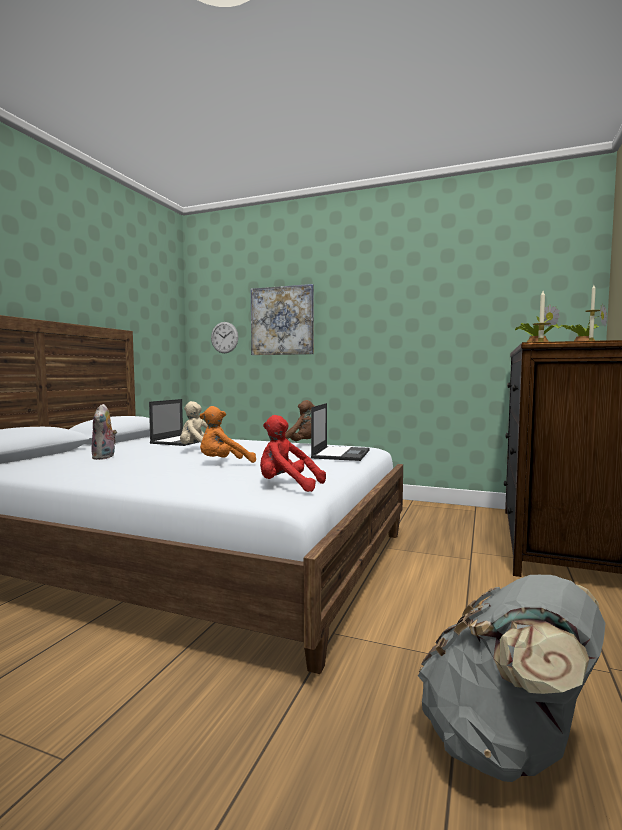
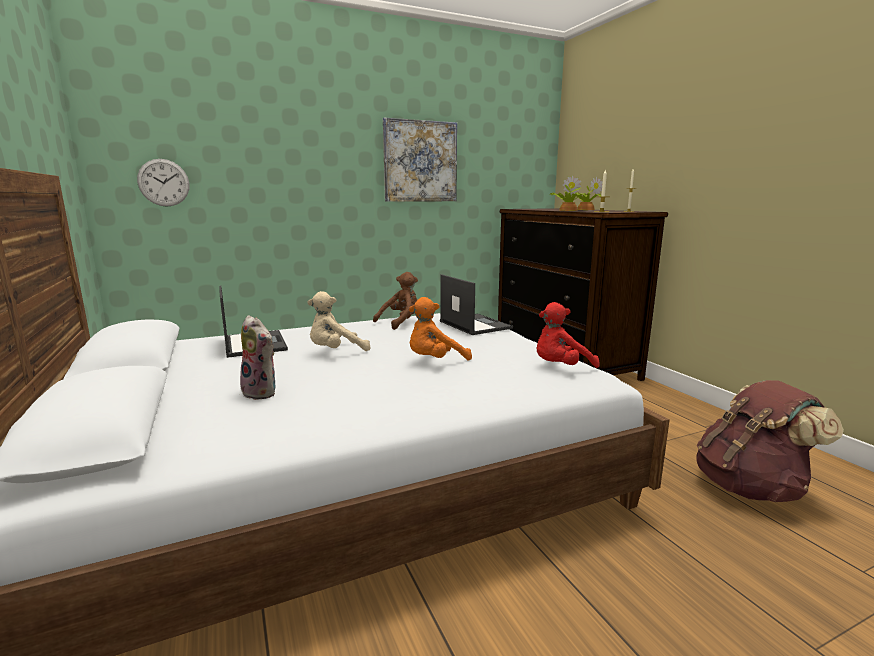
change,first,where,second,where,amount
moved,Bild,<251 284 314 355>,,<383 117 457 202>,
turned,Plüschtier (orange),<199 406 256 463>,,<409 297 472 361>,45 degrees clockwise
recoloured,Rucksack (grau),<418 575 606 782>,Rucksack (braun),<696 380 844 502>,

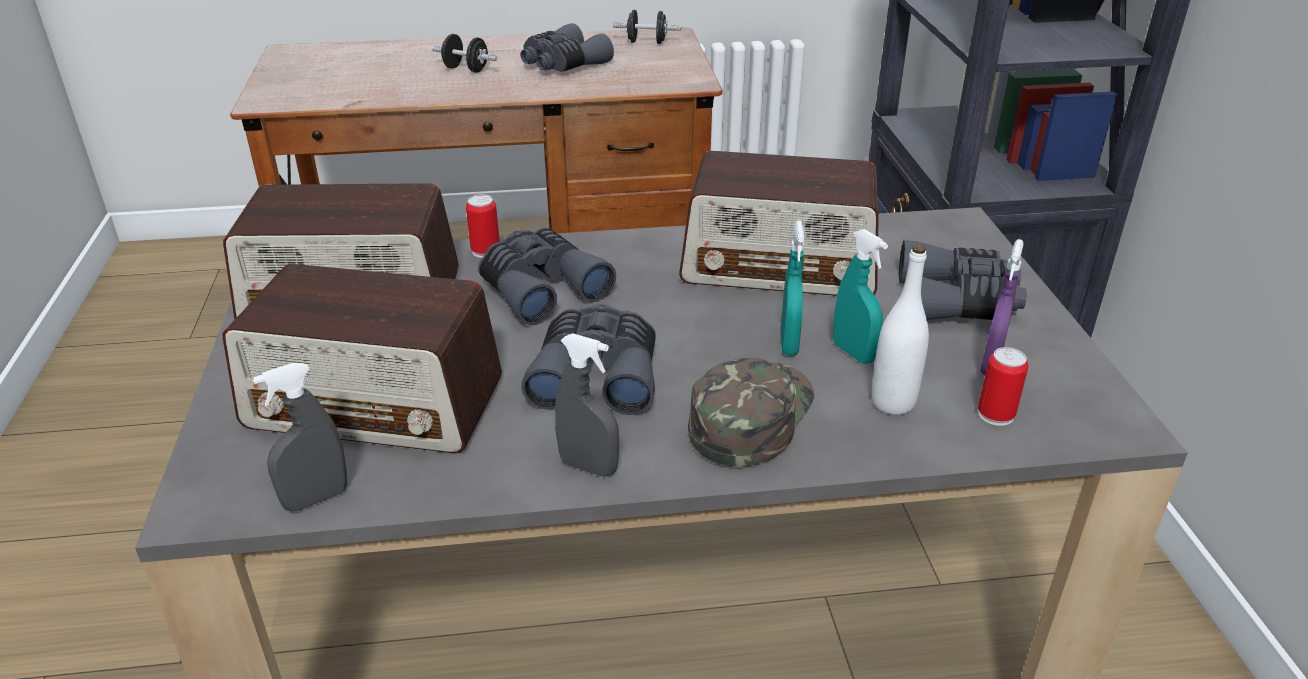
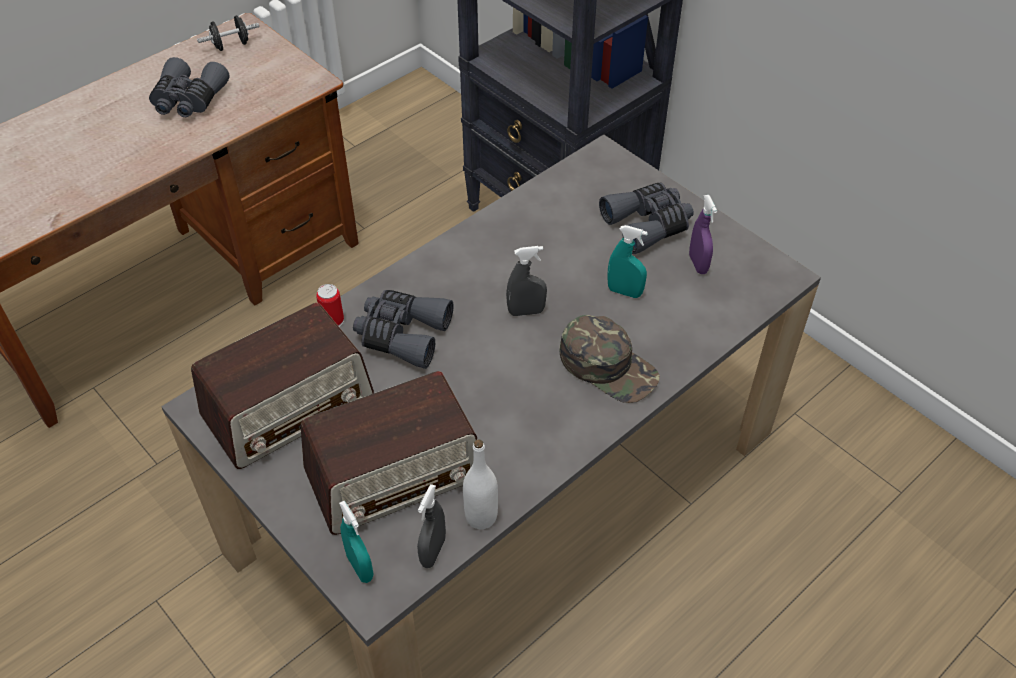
change,first,where,second,where,amount
removed,Hantel (schwarz),<432 34 497 73>,,,
removed,Radio,<679 151 879 296>,,,
moved,Sprühflasche (türkis),<780 221 805 356>,,<339 500 374 583>,
moved,Flasche (weiß),<872 244 929 415>,,<463 439 498 529>,
removed,Fernglas (grau),<521 304 656 415>,,,
moved,Sprühflasche (grau),<555 333 619 477>,,<506 246 547 316>,
removed,Dose,<978 347 1028 426>,,,
turned,Kappe (grün),<688 358 814 467>,,<560 315 660 403>,135 degrees clockwise

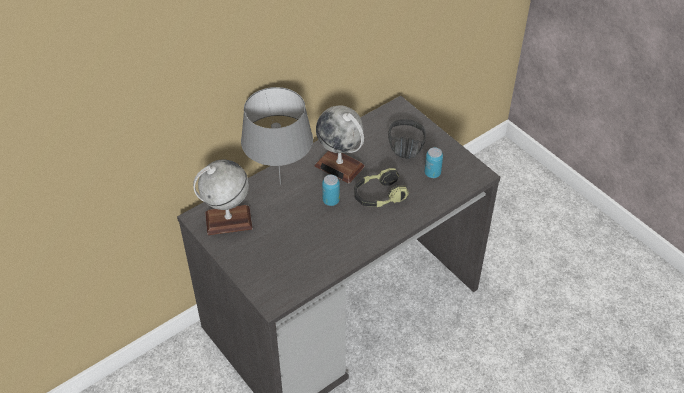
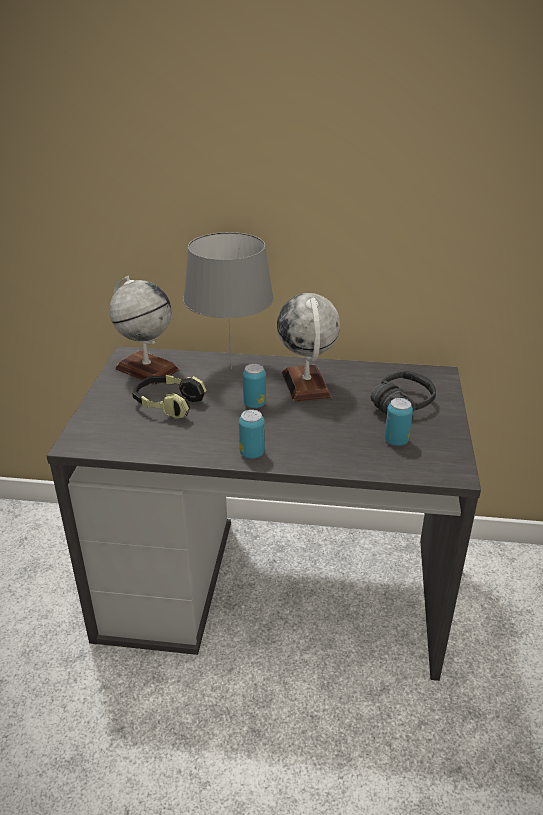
change,first,where,second,where,amount
moved,Kopfhörer,<354 168 409 207>,,<132 375 207 419>,
added,,,Dose,<239 410 265 459>,

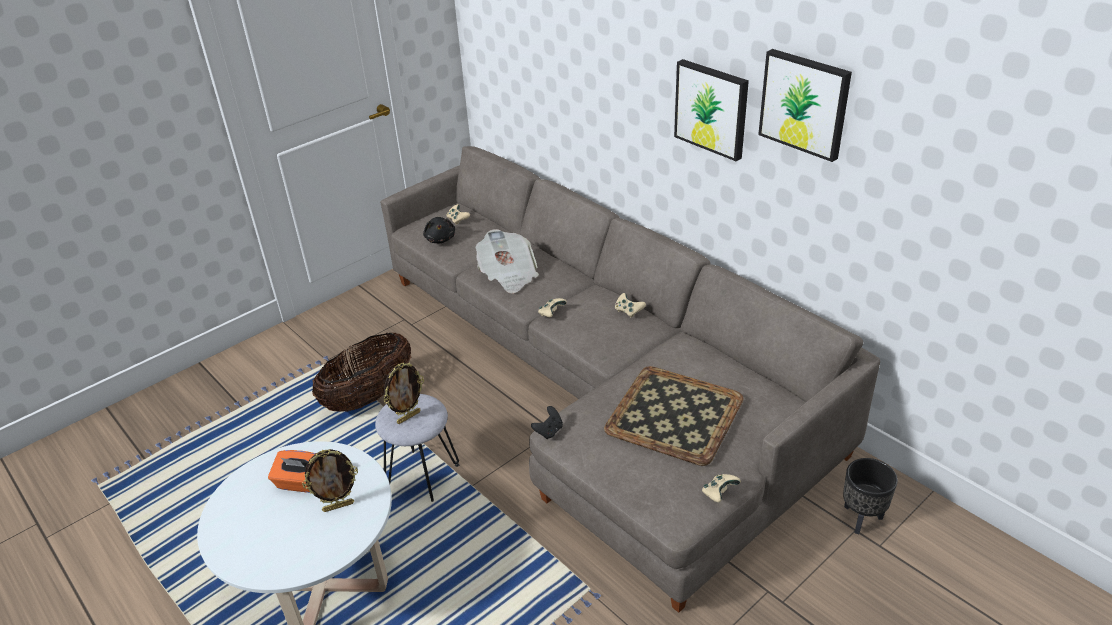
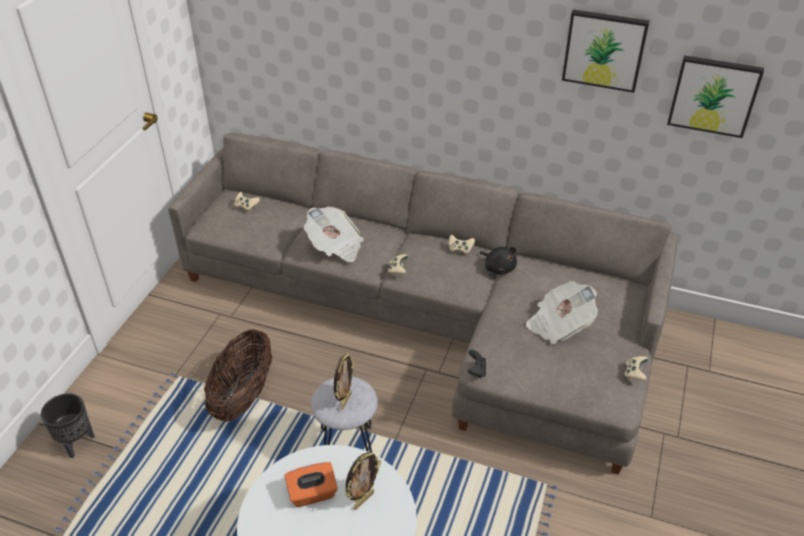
change,first,where,second,where,amount
moved,Bild,<674 59 749 161>,,<667 55 764 138>,
moved,Plüschtier (schwarz),<423 217 455 243>,,<480 247 517 275>,
replaced,Tablett,<604 366 744 466>,Zeitung,<526 281 598 344>,
moved,Pflanzkübel (schwarz),<843 458 898 534>,,<41 393 95 458>,

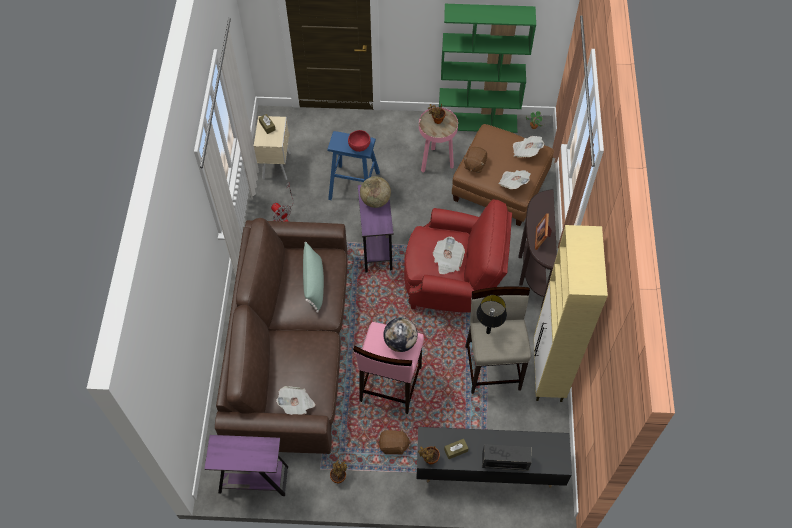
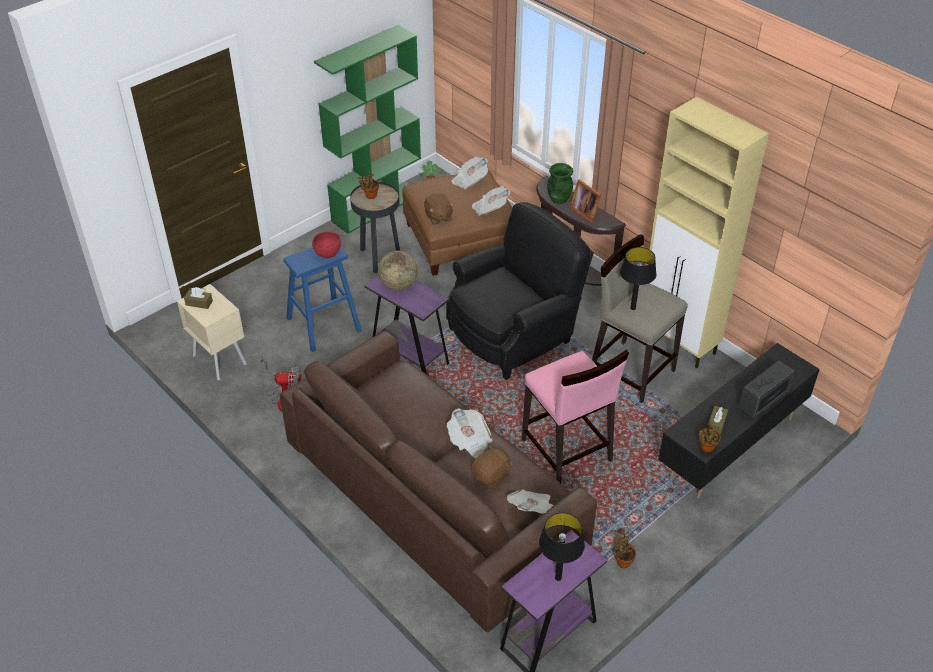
change,first,where,second,where,amount
recoloured,Beistelltisch (rosa),<419 107 458 173>,Beistelltisch (schwarz),<350 182 400 273>,
recoloured,Sessel (rot),<404 199 512 313>,Sessel (schwarz),<446 202 594 380>,
moved,Zeitung,<433 237 465 274>,,<447 408 493 458>,
removed,Kissen (grün),<303 242 324 313>,,,
removed,Globus,<384 318 418 352>,,,
moved,Plüschtier (braun),<378 429 411 454>,,<471 445 512 488>,
added,,,Vase (grün),<547 163 573 204>,
added,,,Tischlampe (schwarz),<539 513 585 581>,

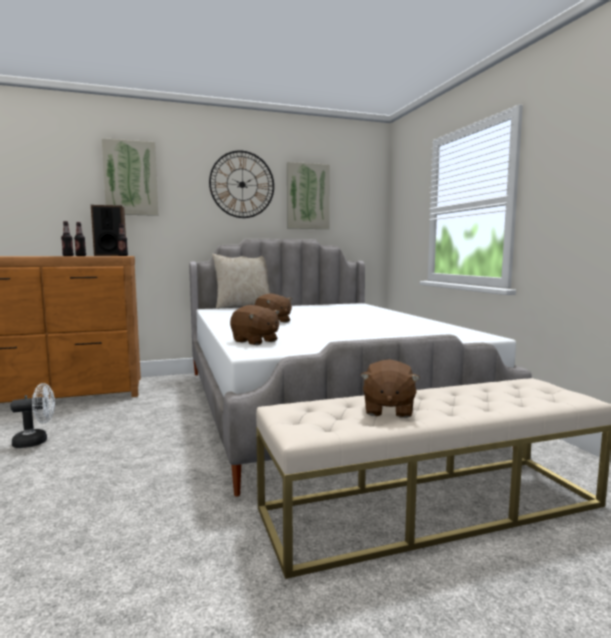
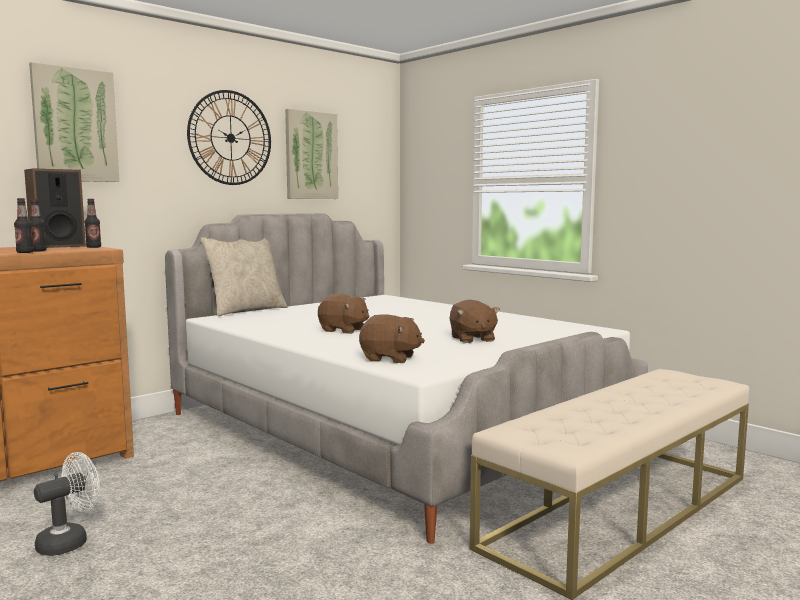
change,first,where,second,where,amount
moved,Plüschtier (braun),<360 359 420 418>,,<449 300 500 343>,

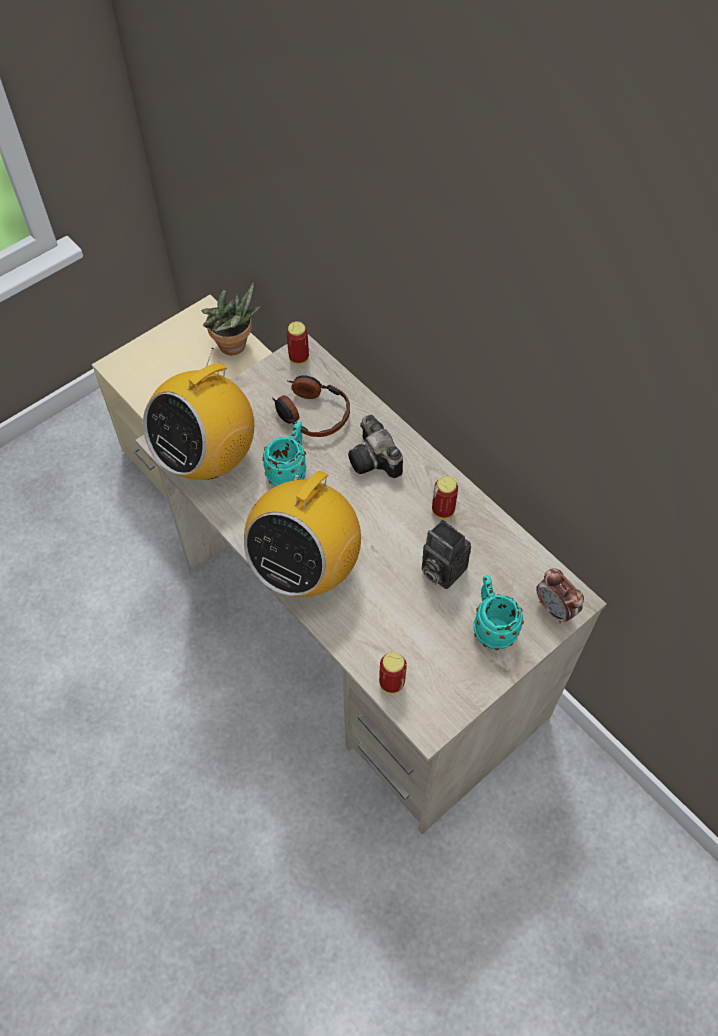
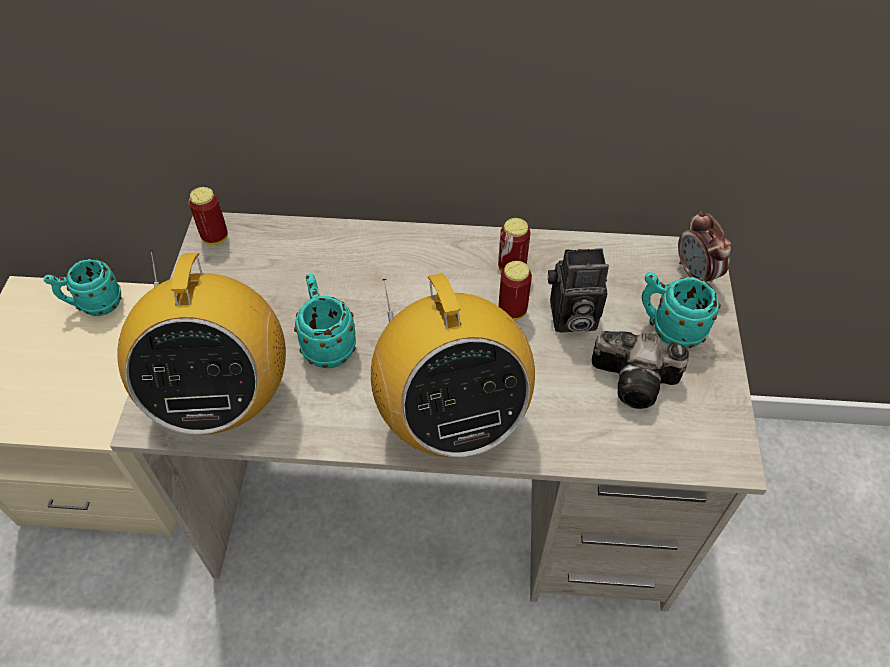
change,first,where,second,where,amount
replaced,Topfpflanze,<202 282 260 355>,Henkelbecher (türkis),<44 259 121 316>,
removed,Kopfhörer,<272 375 350 437>,,,
moved,Kamera,<348 414 403 478>,,<592 331 689 409>,
turned,Wecker,<536 569 584 623>,,<678 211 732 282>,60 degrees clockwise
moved,Dose,<379 652 407 694>,,<498 261 532 320>,

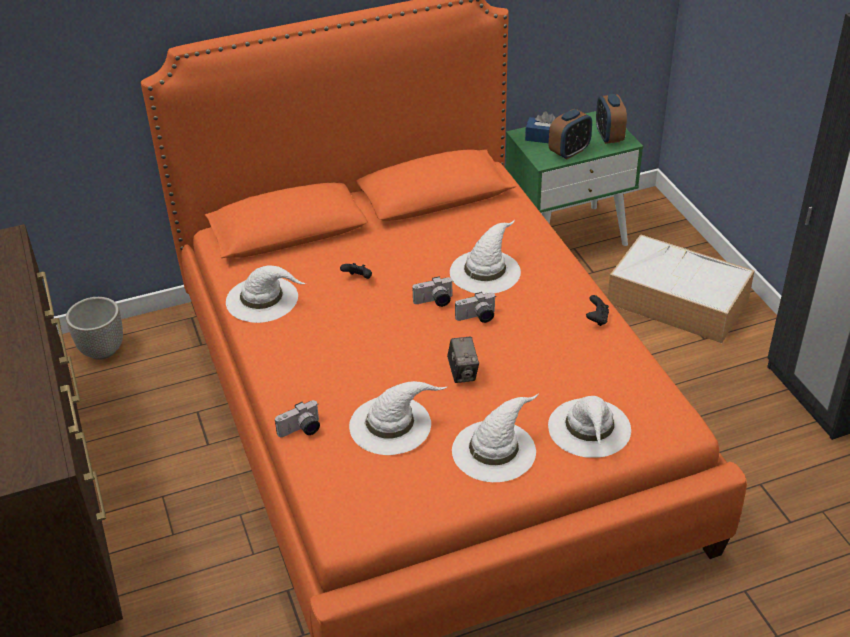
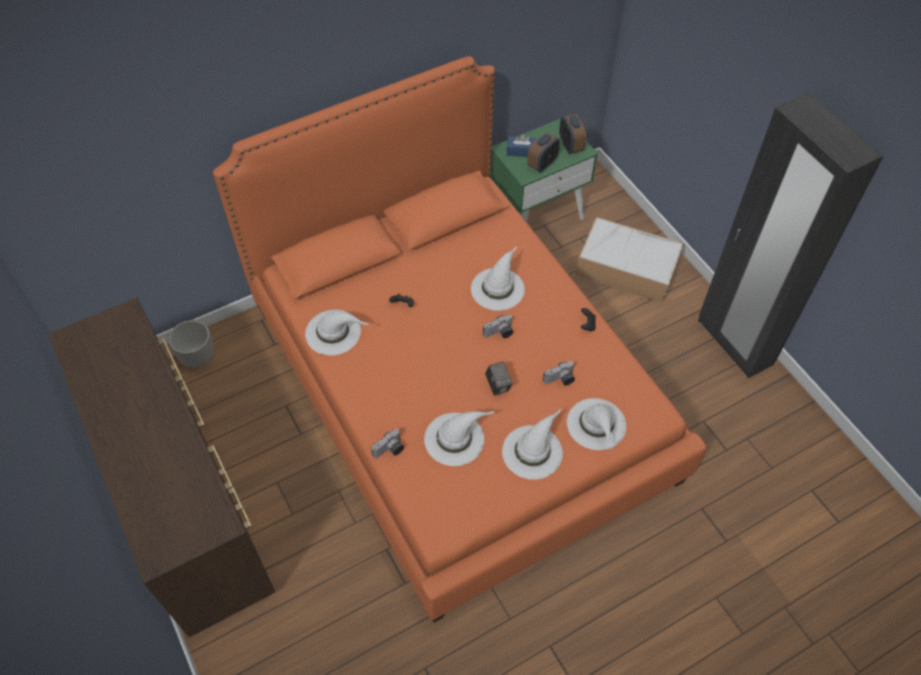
change,first,where,second,where,amount
moved,Kamera,<412 276 453 307>,,<543 361 575 386>,

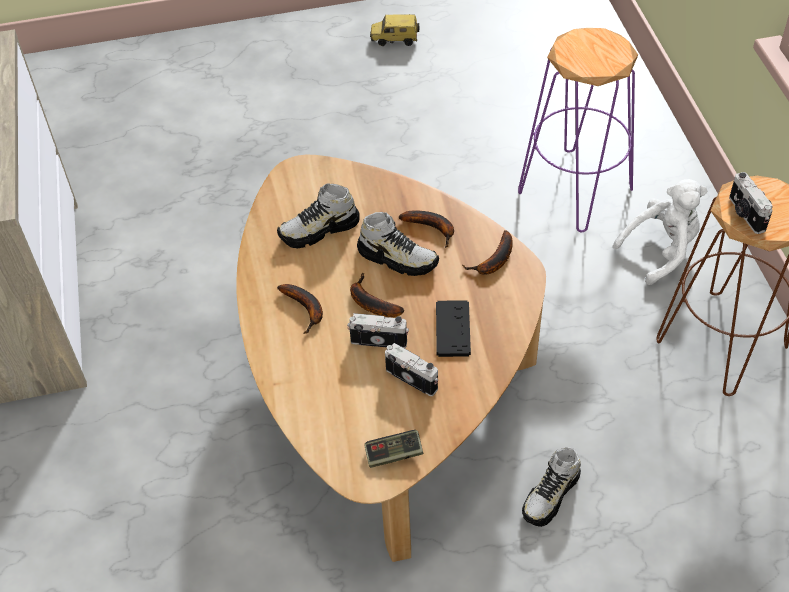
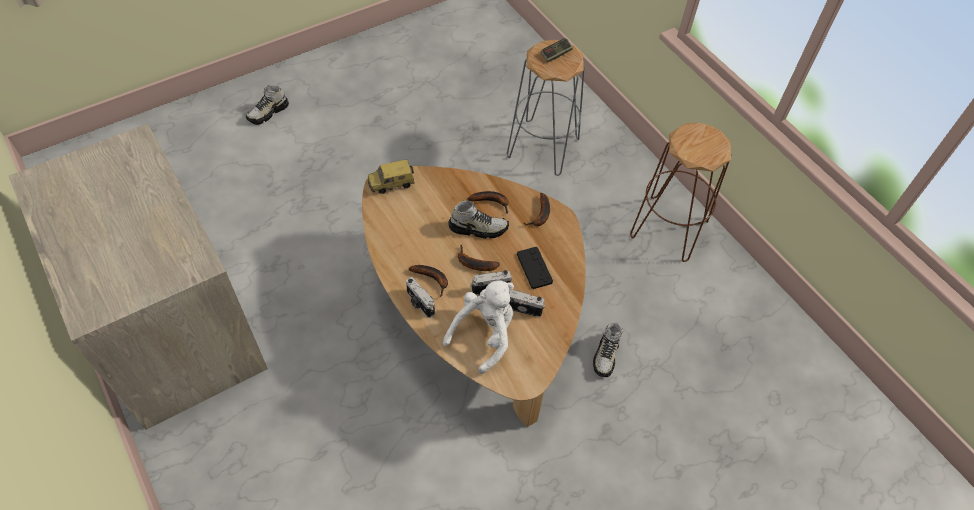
change,first,where,second,where,amount
moved,Spielzeugauto,<370 14 419 46>,,<368 159 415 194>,
recoloured,Hocker (lila),<518 28 638 232>,Hocker (grau),<507 40 585 176>,
moved,Kamera,<729 172 773 234>,,<406 277 435 318>,
moved,Plüschtier (weiß),<613 179 708 285>,,<443 280 514 374>,
moved,Schuh,<277 183 360 248>,,<246 85 289 125>,
moved,Gamepad,<364 430 423 468>,,<541 38 573 63>,

